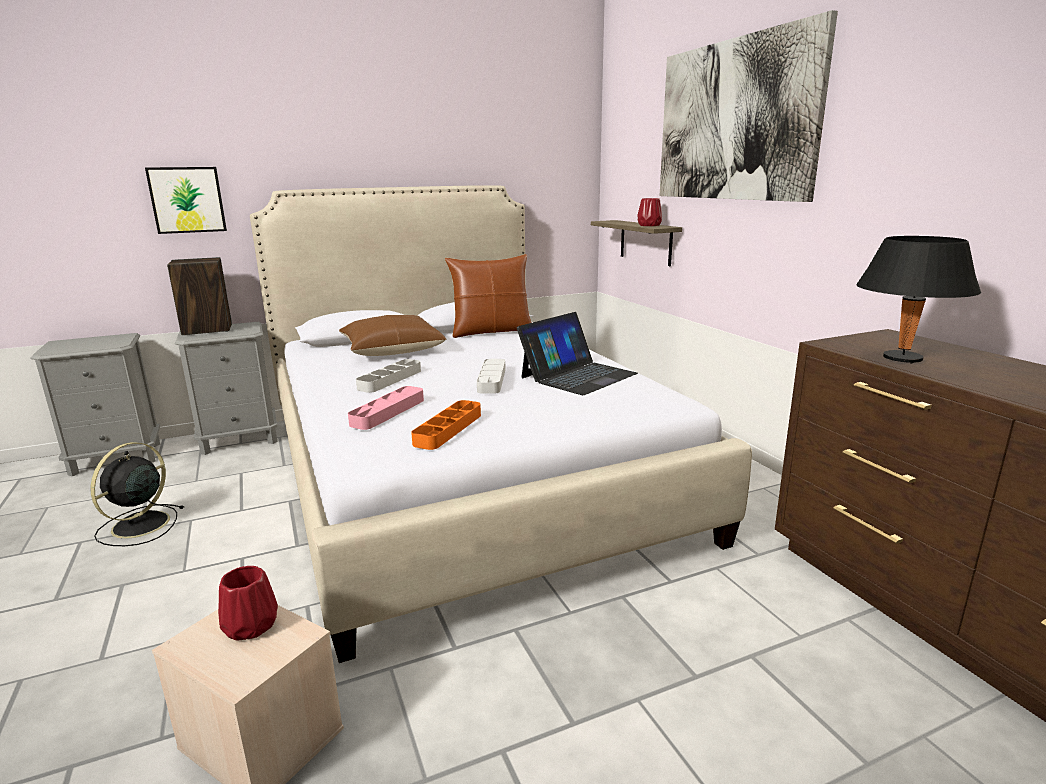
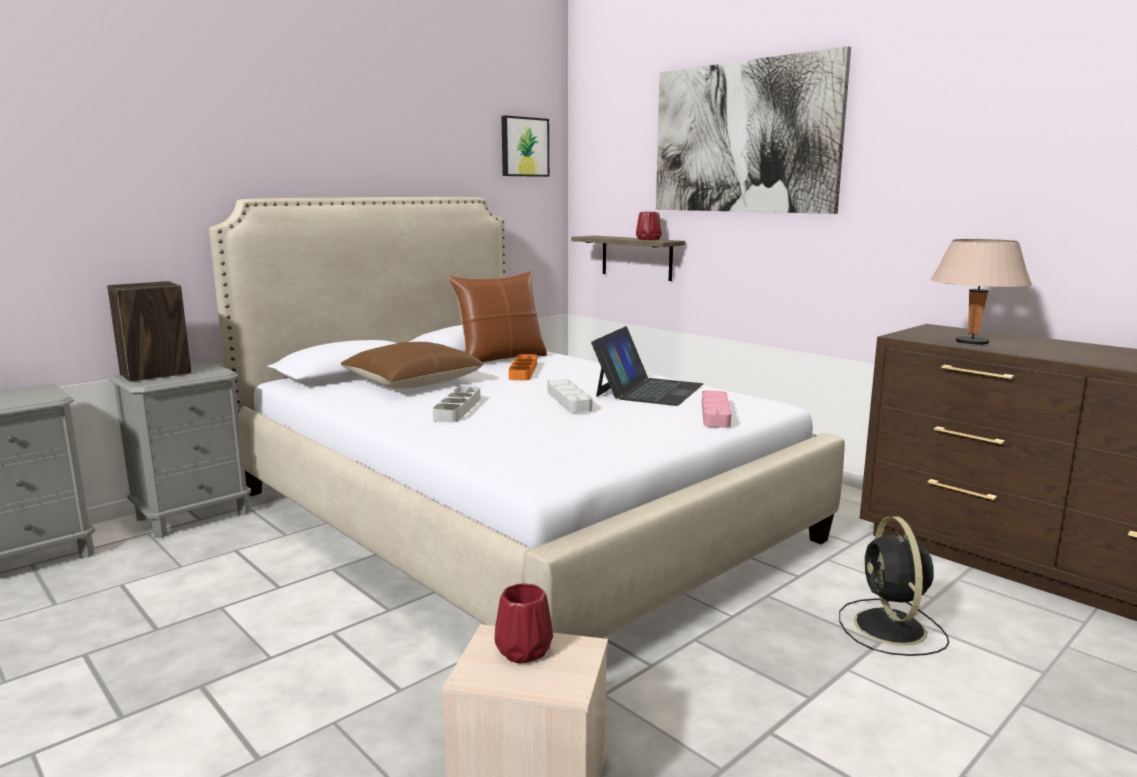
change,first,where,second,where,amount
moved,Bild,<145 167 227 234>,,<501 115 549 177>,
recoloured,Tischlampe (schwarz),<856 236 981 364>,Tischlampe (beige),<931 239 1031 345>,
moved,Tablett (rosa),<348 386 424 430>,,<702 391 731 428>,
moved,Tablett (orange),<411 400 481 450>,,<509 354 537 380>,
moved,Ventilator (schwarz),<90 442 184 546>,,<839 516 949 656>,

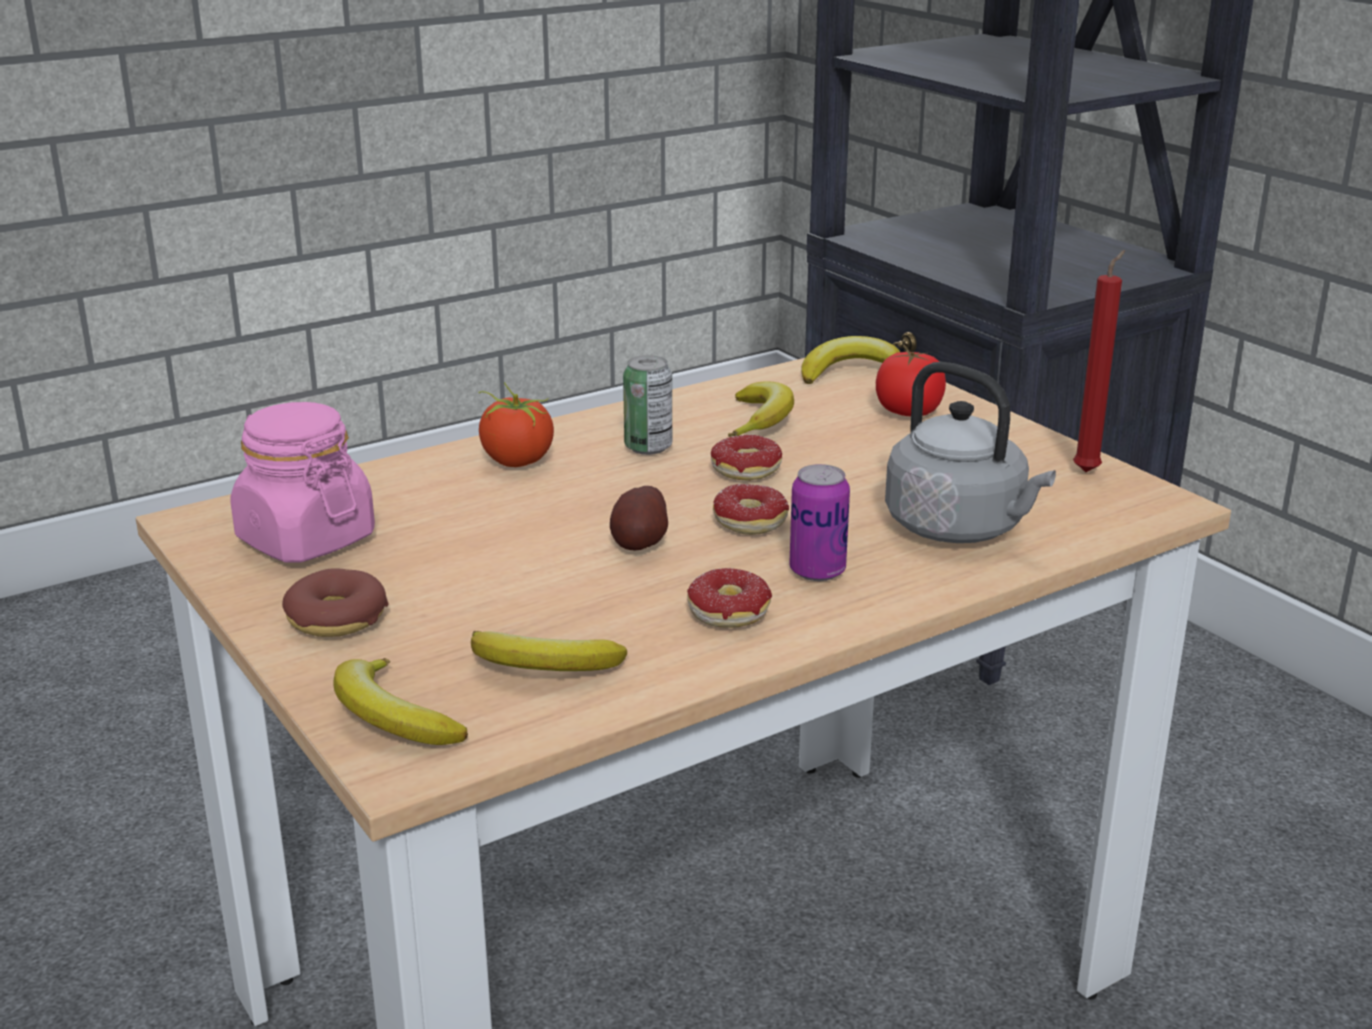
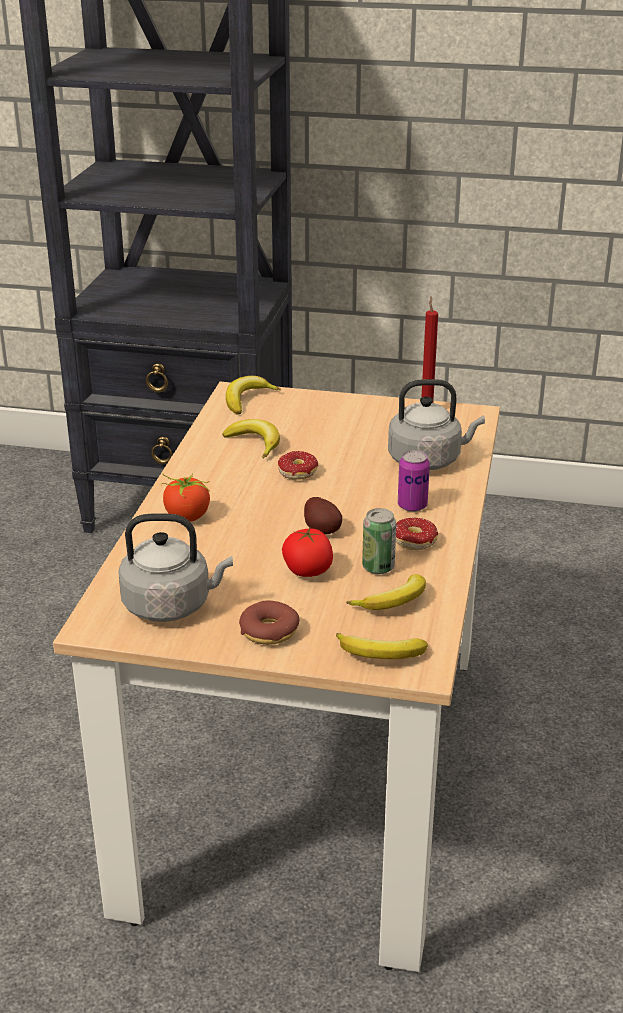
change,first,where,second,where,amount
moved,Tomate,<876 350 946 416>,,<282 528 333 577>,
moved,Dose,<623 355 672 455>,,<362 508 396 574>,
replaced,Vorratsglas (rosa),<230 402 375 563>,Wasserkessel (grau),<118 513 233 622>,
removed,Donut,<713 484 789 535>,,,

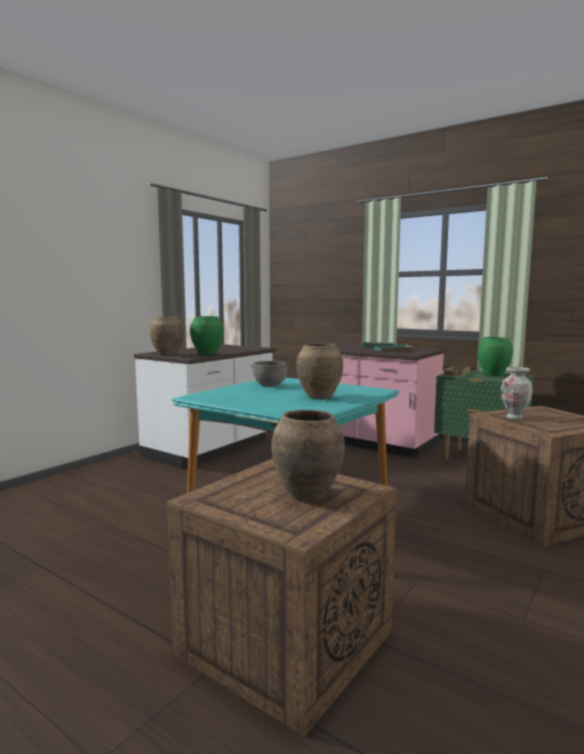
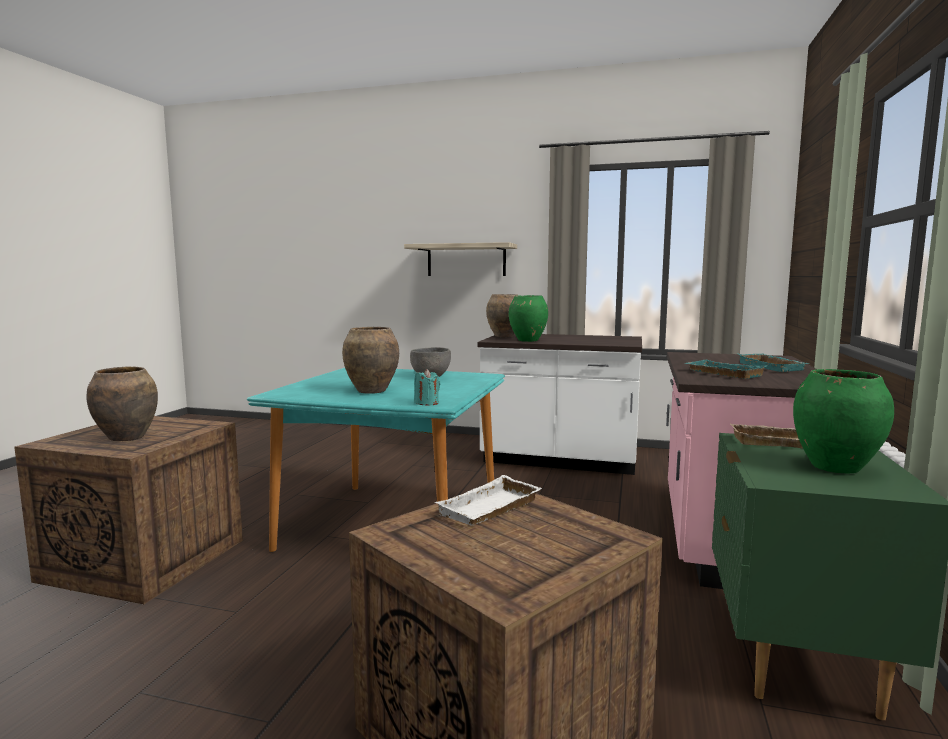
change,first,where,second,where,amount
replaced,Vase,<501 367 532 420>,Tablett (weiß),<434 475 542 526>,
added,,,Wandregal,<404 242 517 276>,
added,,,Kerze (türkis),<414 369 440 406>,

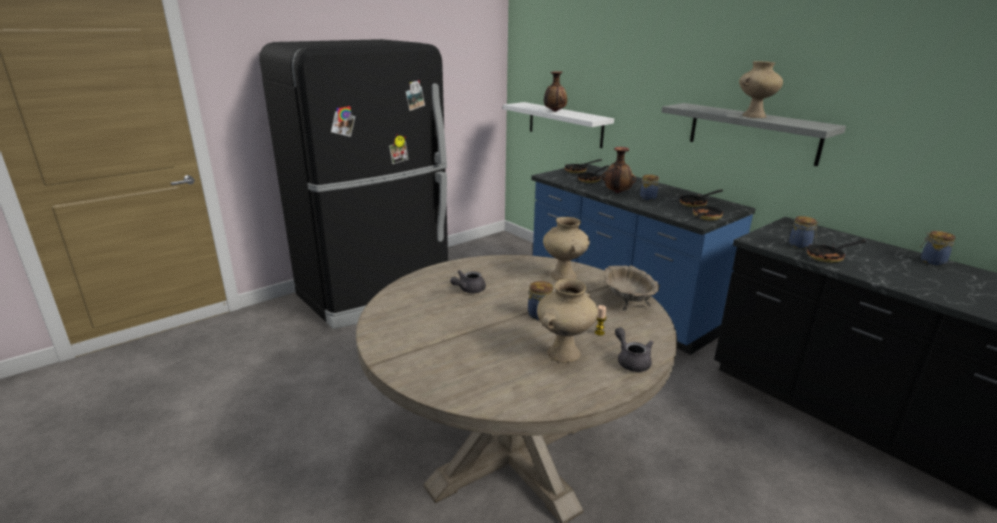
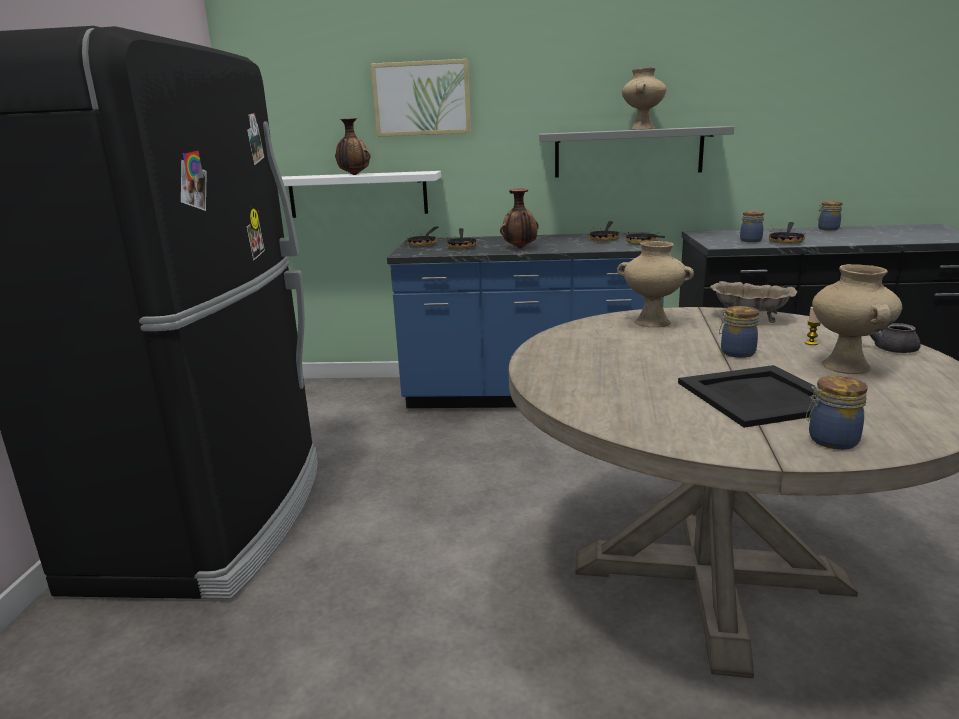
change,first,where,second,where,amount
moved,Vorratsglas,<640 174 659 200>,,<806 376 868 450>,
removed,Teekanne (grau),<450 270 486 293>,,,
added,,,Bild,<371 59 471 137>,
added,,,Tablett (schwarz),<678 365 817 428>,

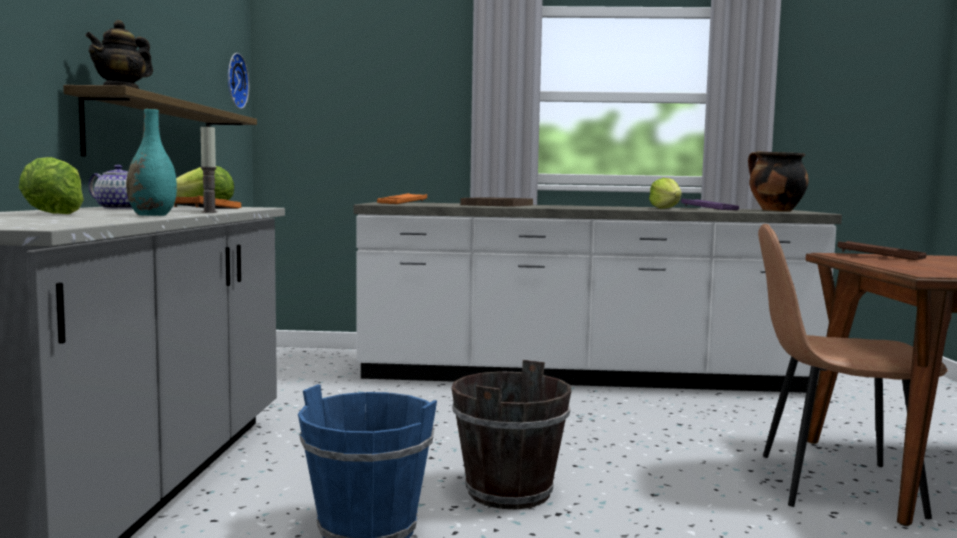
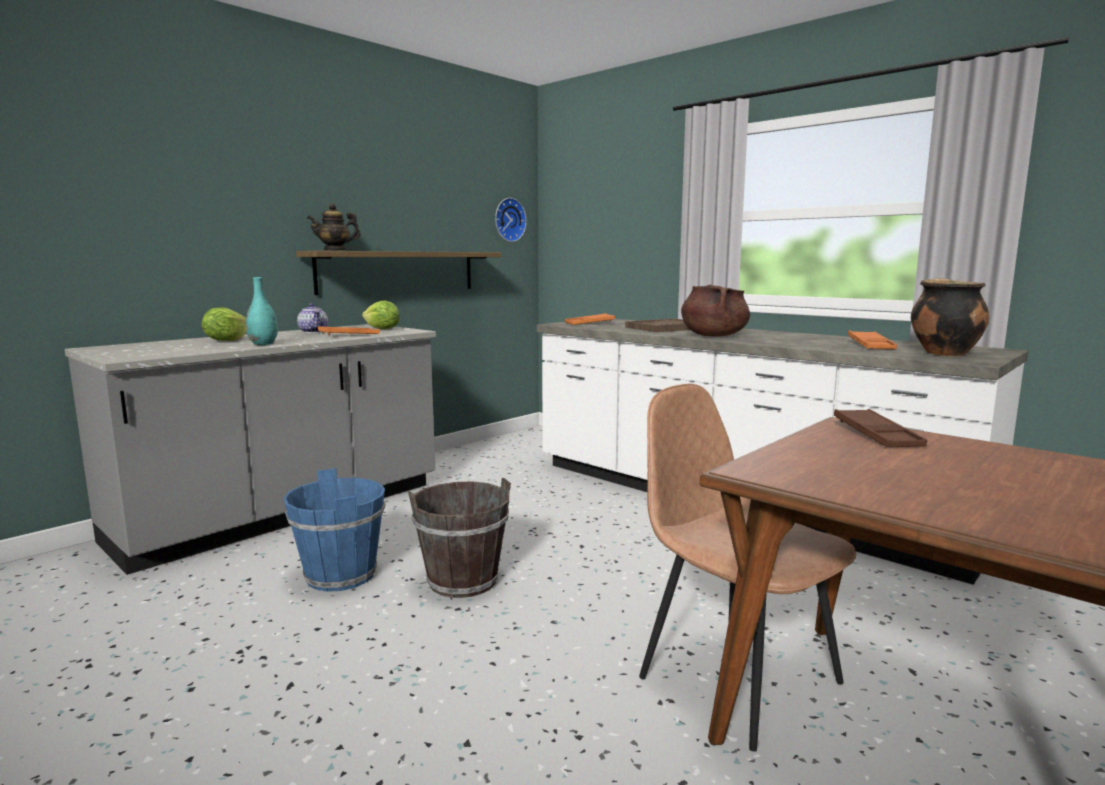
change,first,where,second,where,amount
removed,Kerze,<201 124 217 213>,,,
removed,Salatkopf,<649 178 682 209>,,,
recoloured,Tablett (lila),<681 199 739 210>,Tablett (orange),<848 331 897 349>,
added,,,Kochtopf (braun),<681 284 750 337>,

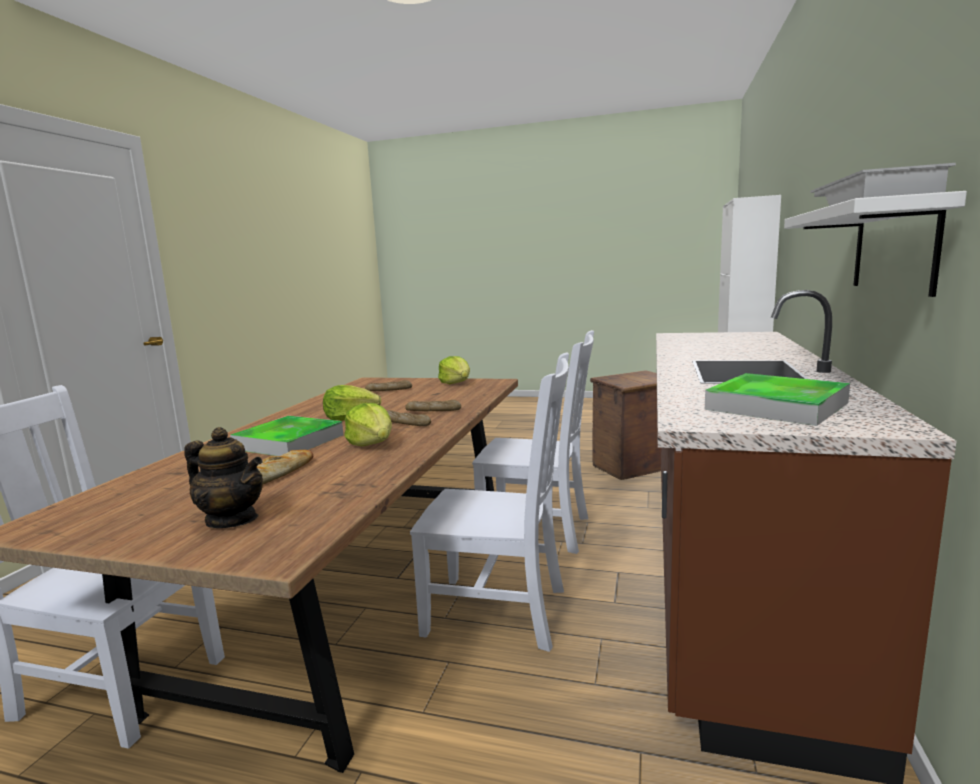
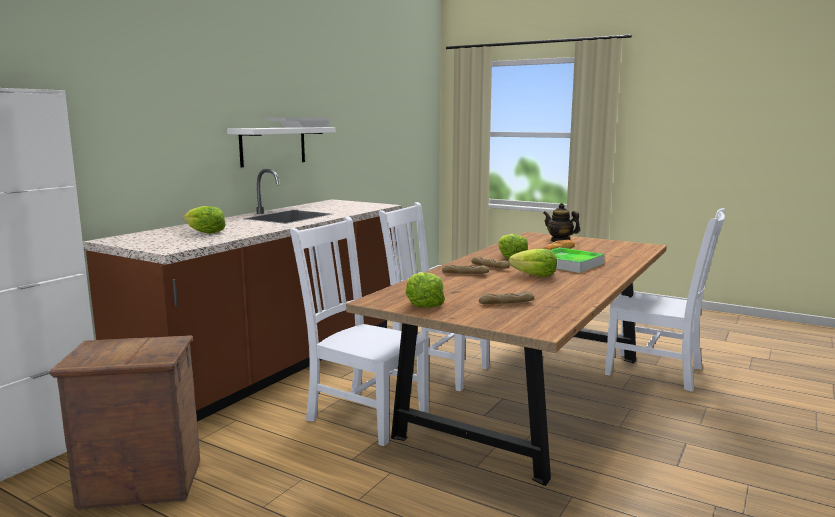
change,first,where,second,where,amount
removed,Tablett,<705 373 850 426>,,,
added,,,Salatkopf,<183 206 226 234>,

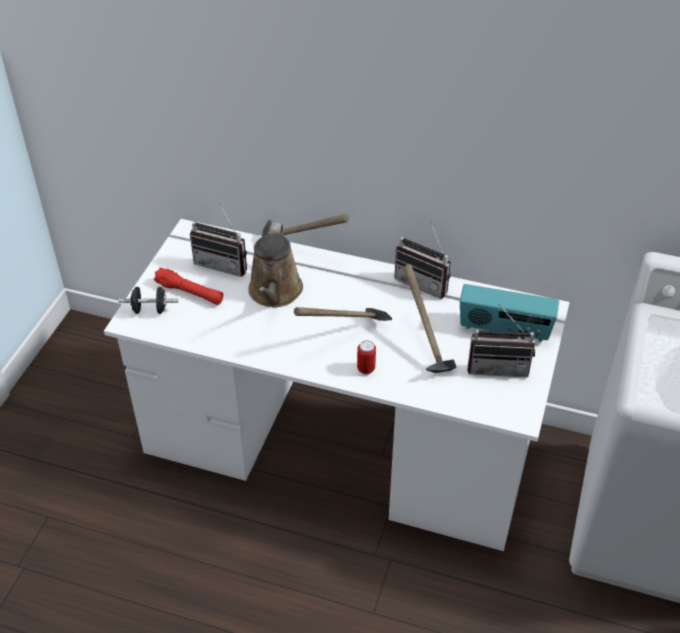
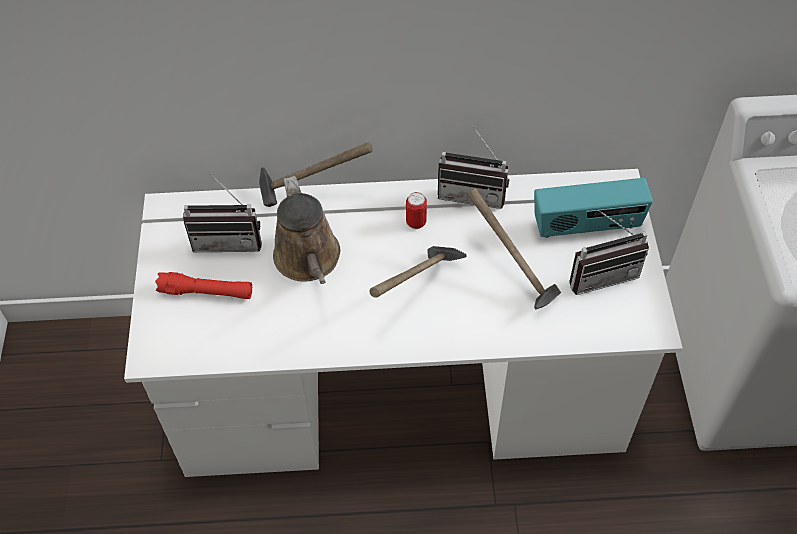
change,first,where,second,where,amount
removed,Hantel (schwarz),<118 287 178 314>,,,
moved,Dose,<357 340 376 375>,,<406 192 427 229>,

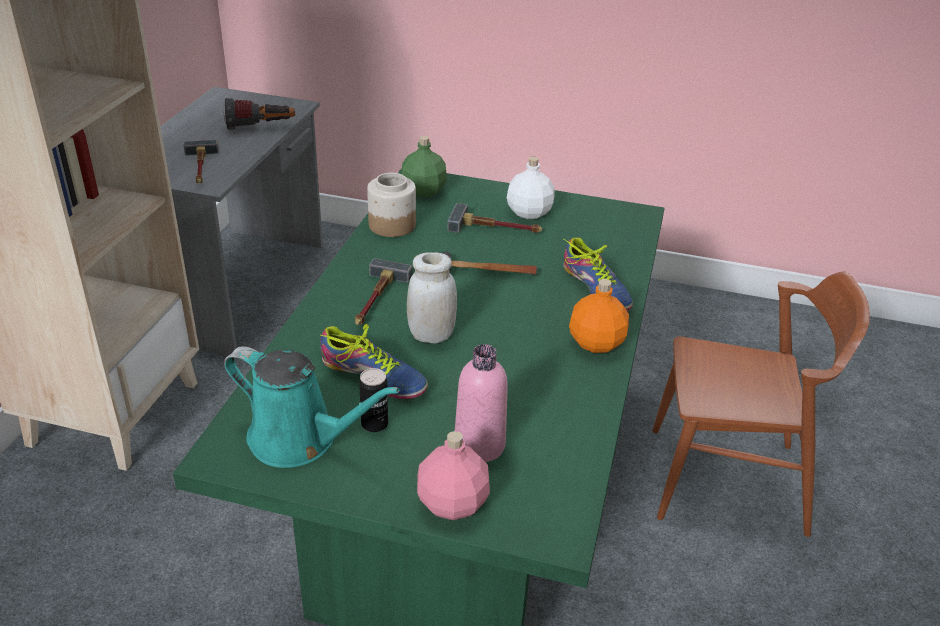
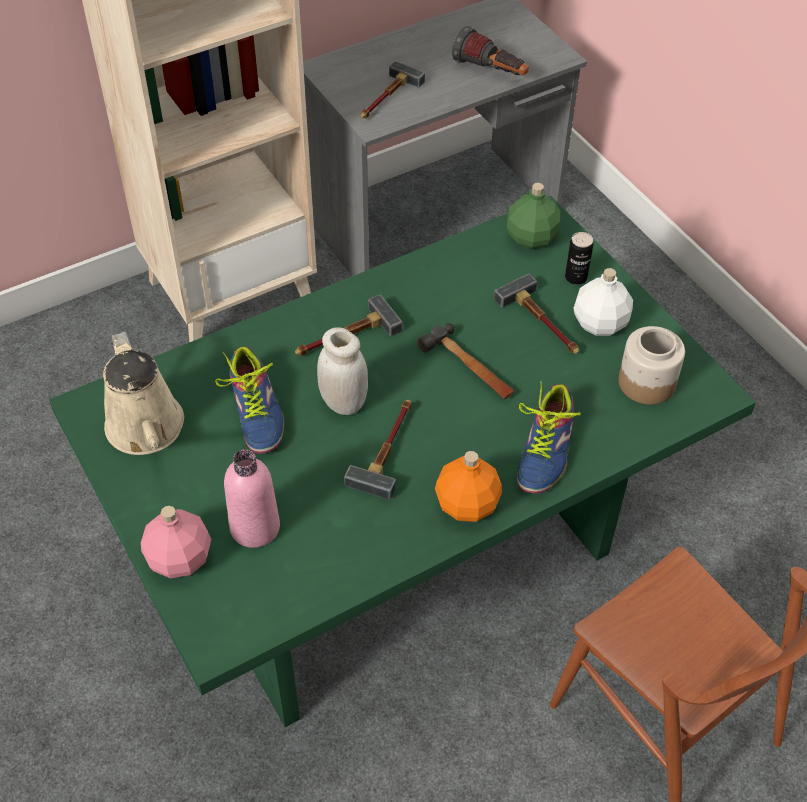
change,first,where,second,where,amount
moved,Vorratsglas,<367 173 416 237>,,<618 326 685 405>,
recoloured,Gießkanne (türkis),<224 346 400 468>,Gießkanne (beige),<103 332 184 455>,
moved,Dose,<359 368 388 432>,,<565 232 594 285>,
added,,,Hammer,<344 400 411 500>,

